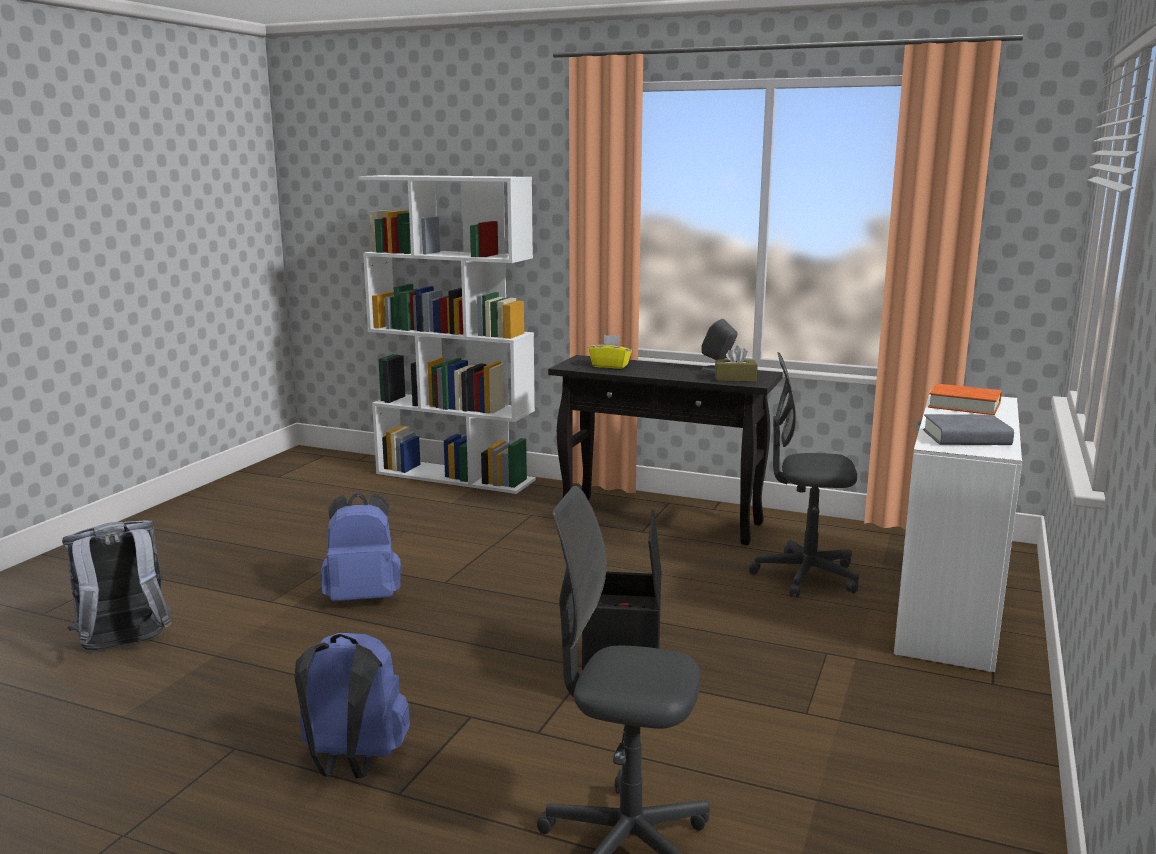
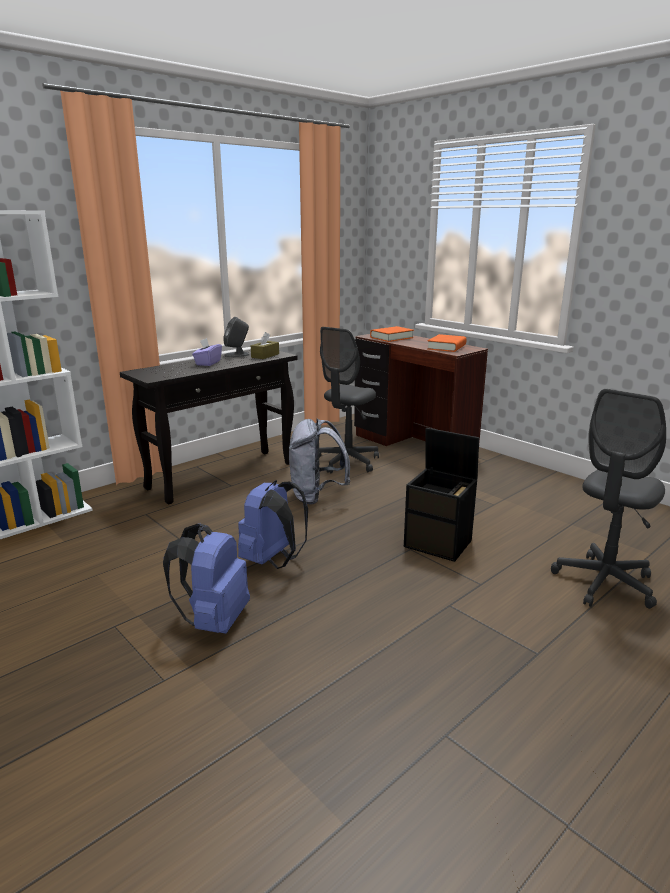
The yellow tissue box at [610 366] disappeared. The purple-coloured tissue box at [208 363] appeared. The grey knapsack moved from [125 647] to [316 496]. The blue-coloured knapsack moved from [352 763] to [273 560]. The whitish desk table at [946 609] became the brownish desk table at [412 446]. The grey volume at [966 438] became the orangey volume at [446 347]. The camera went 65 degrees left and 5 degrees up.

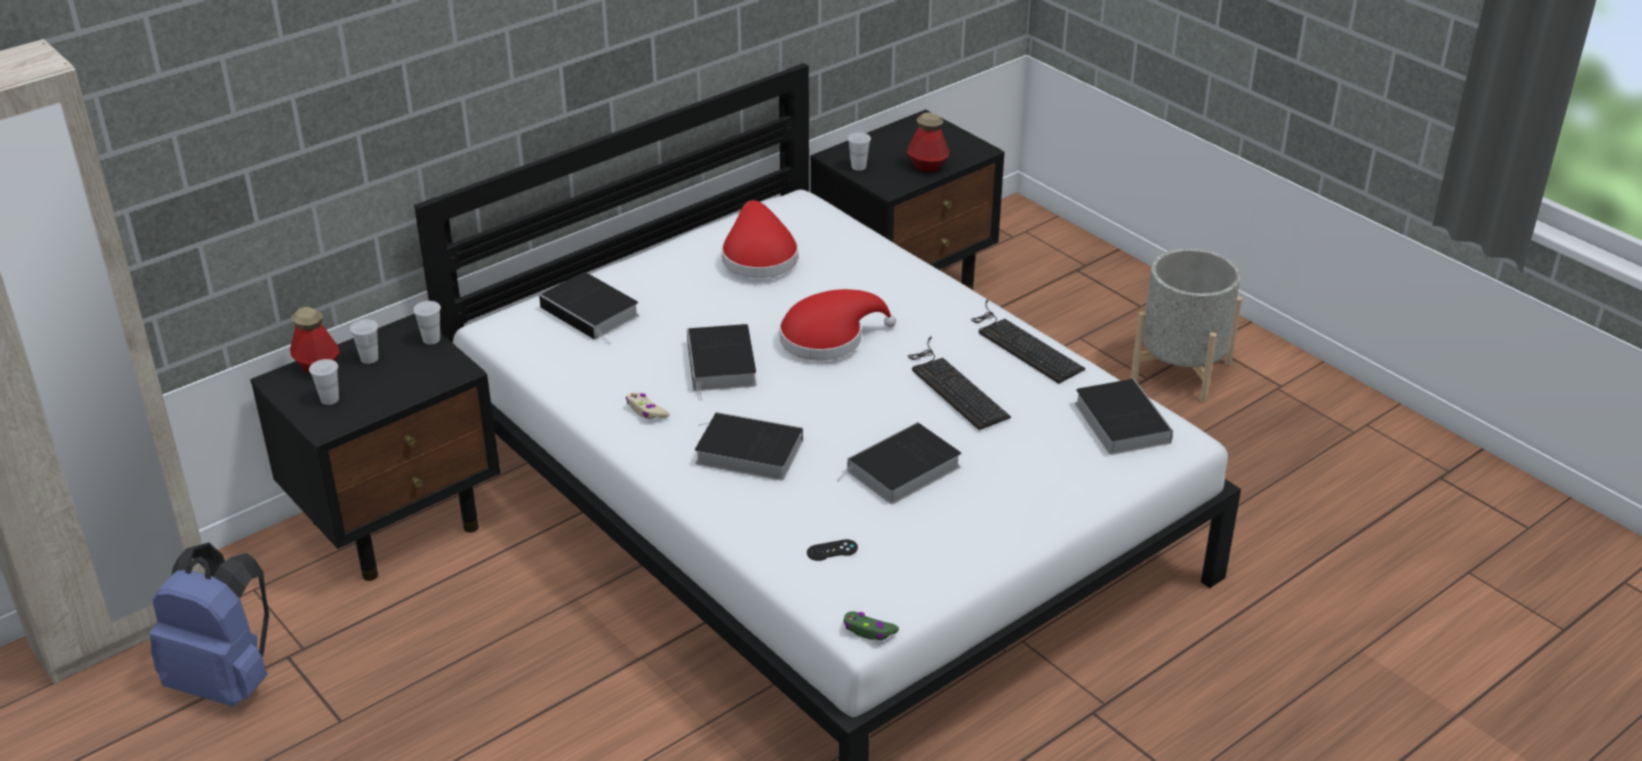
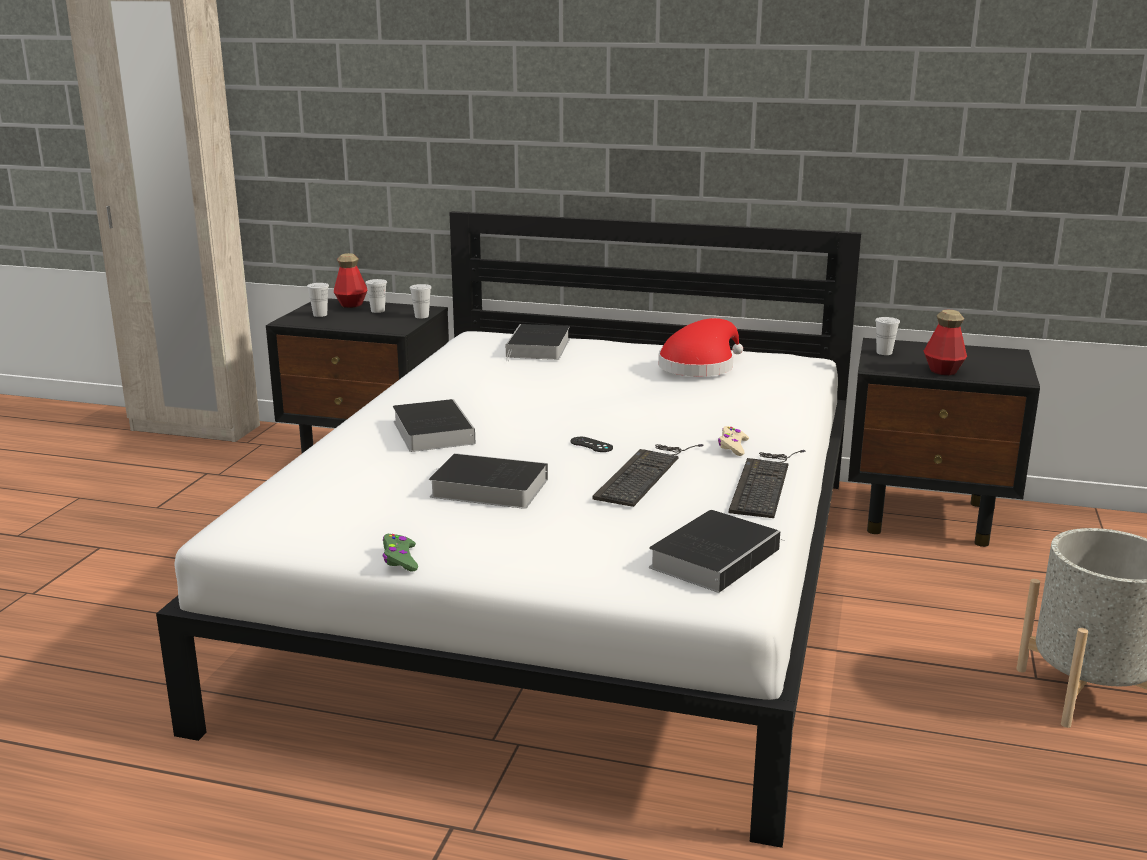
The blue-coloured knapsack at [226 680] disappeared. The volume at [722 365] disappeared. The red-coloured hat at [828 338] disappeared. The sand-coloured game controller moved from [646 411] to [732 447]. The black game controller moved from [832 550] to [591 445]. The green game controller moved from [869 631] to [400 559]. The camera went 55 degrees right and 15 degrees down.

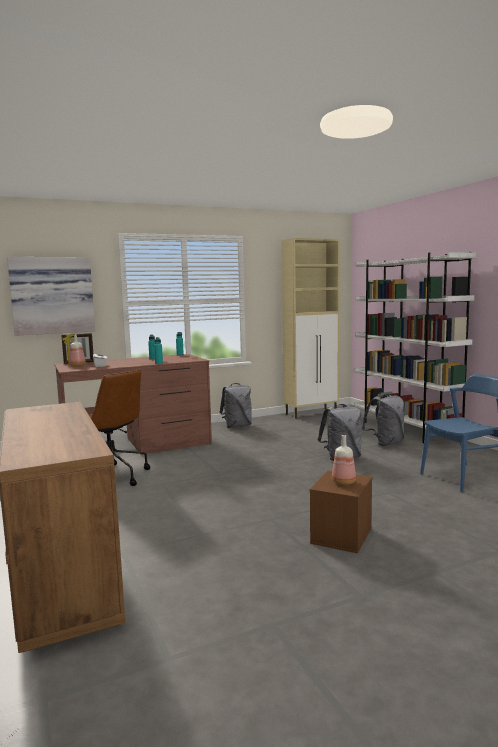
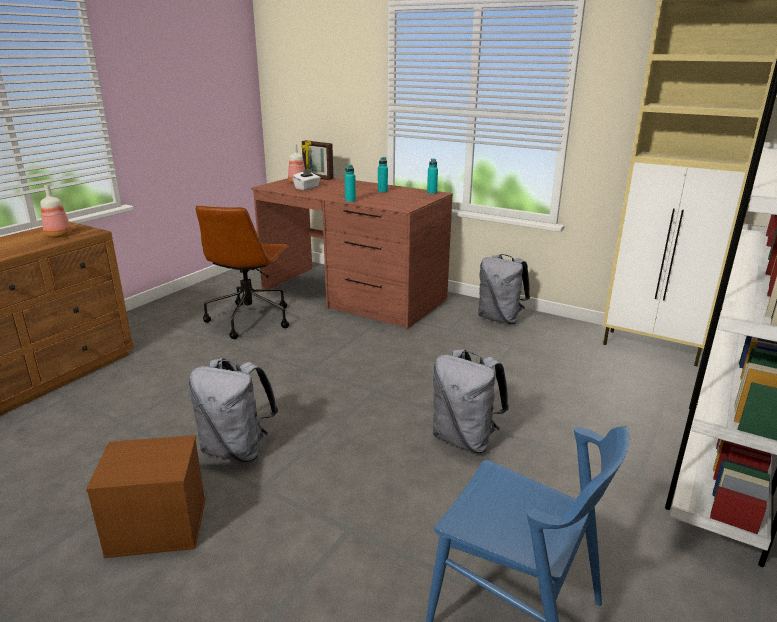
The picture at [52 295] disappeared. The bottle moved from [343 482] to [59 235]. The grey knapsack moved from [385 443] to [237 449]. The camera went 55 degrees right and 15 degrees up.

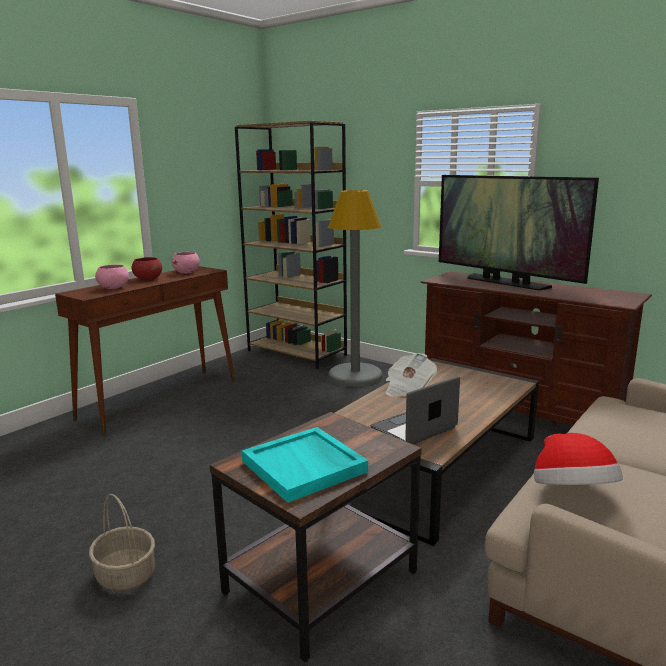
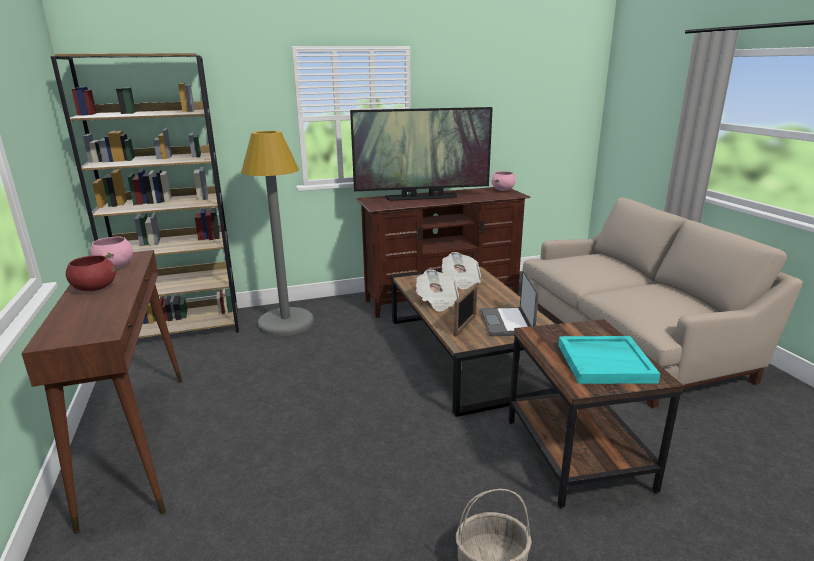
The hat at [572 494] disappeared. The printed paper at [461 281] appeared. The photo frame at [465 325] appeared. The pink-coloured deep dish moved from [113 288] to [503 190]. The camera went 55 degrees left and 5 degrees up.

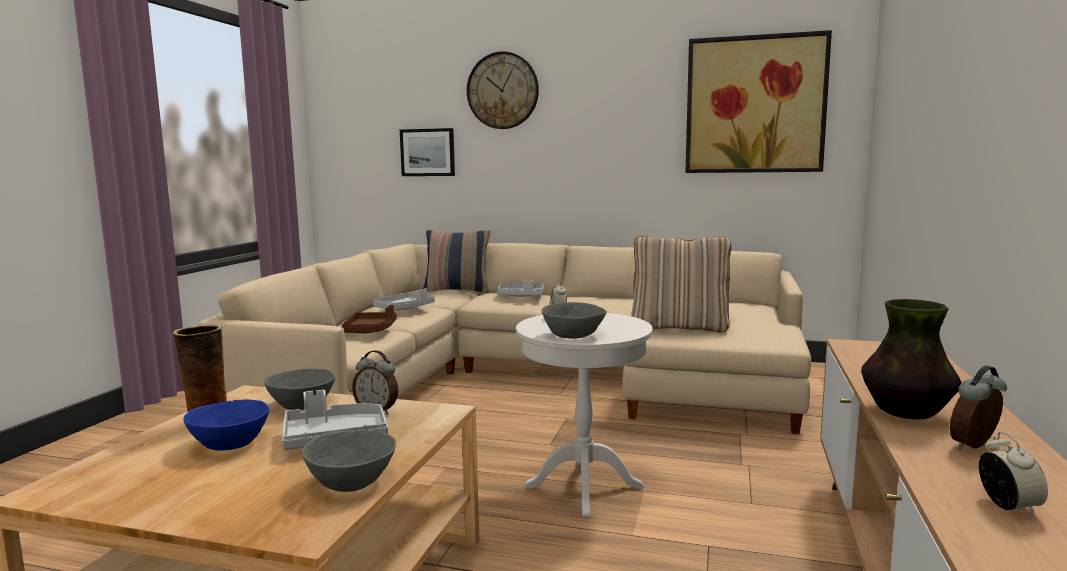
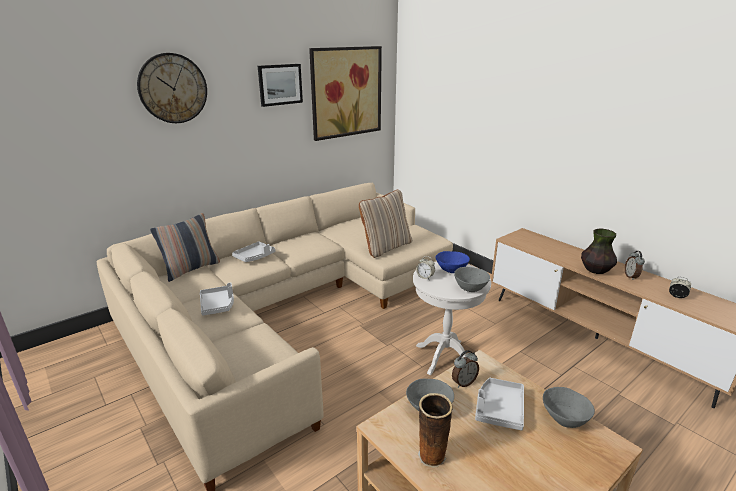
The brownish serving tray at [370 330] disappeared. The blue-coloured deep dish moved from [231 444] to [452 269]. The picture moved from [428 152] to [280 84]. The camera went 55 degrees left and 15 degrees up.

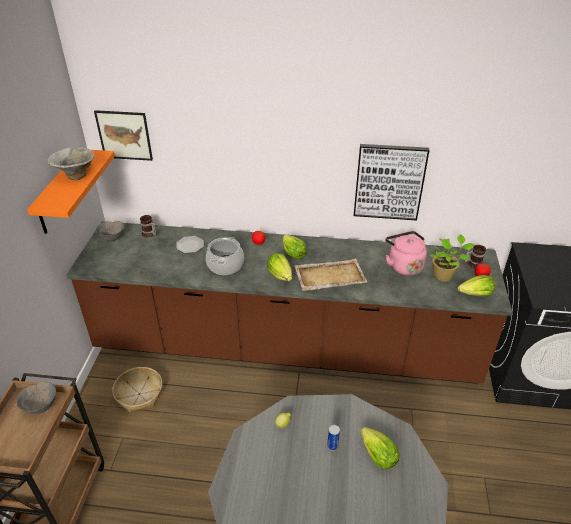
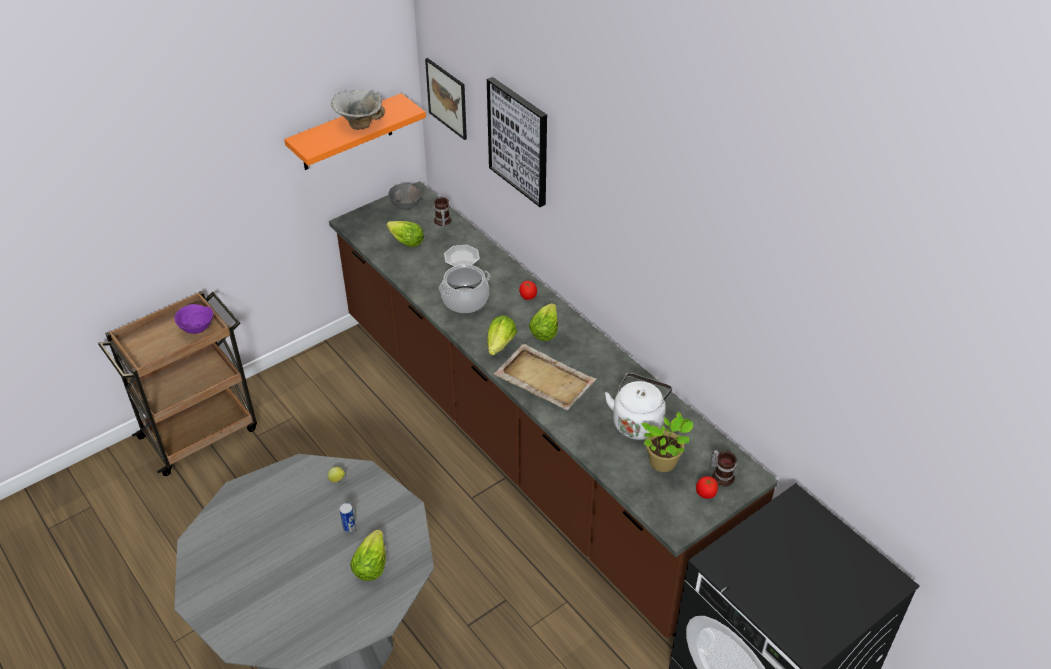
The basket at [139 394] disappeared. The picture moved from [389 182] to [519 141]. The lettuce moved from [475 294] to [405 241]. The grey deep dish at [41 406] became the purple-coloured deep dish at [197 329]. The pink-coloured tea kettle at [403 265] became the whitish tea kettle at [638 422]. The camera went 45 degrees right and 5 degrees up.

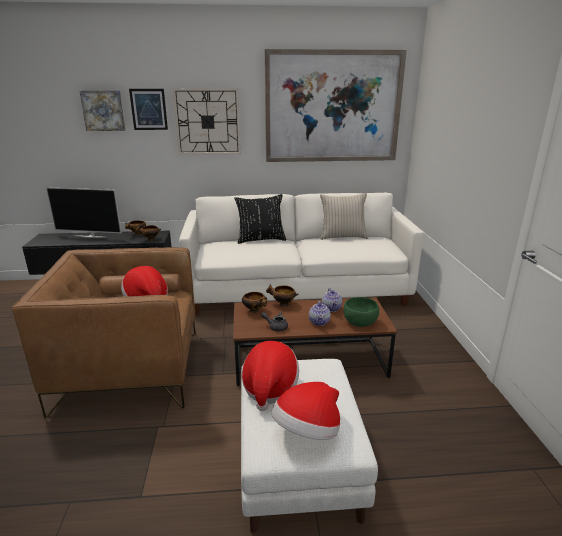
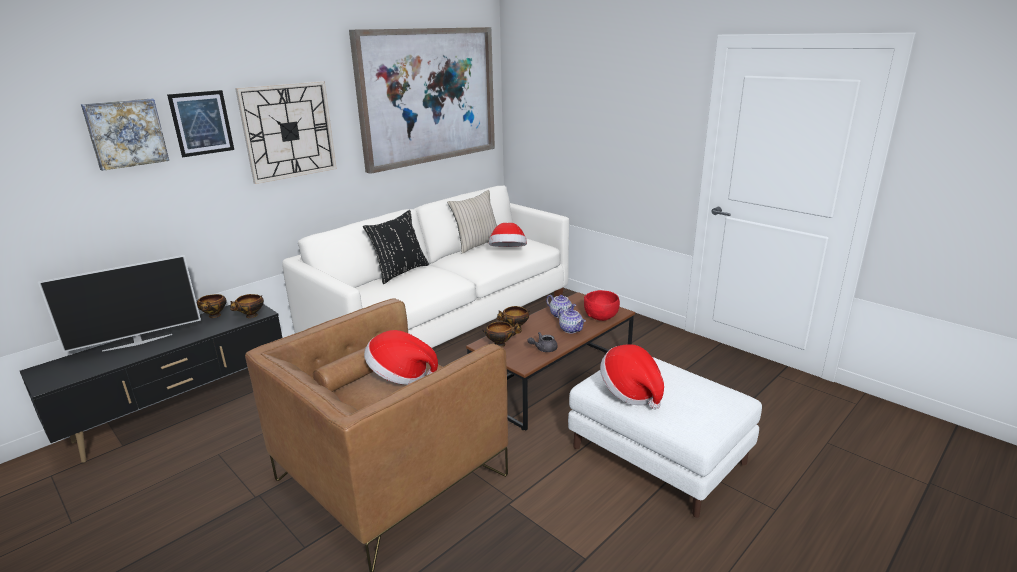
The hat moved from [307 431] to [508 252]. The green deep dish at [360 322] became the red-coloured deep dish at [601 316]. The camera went 40 degrees left and 0 degrees up.

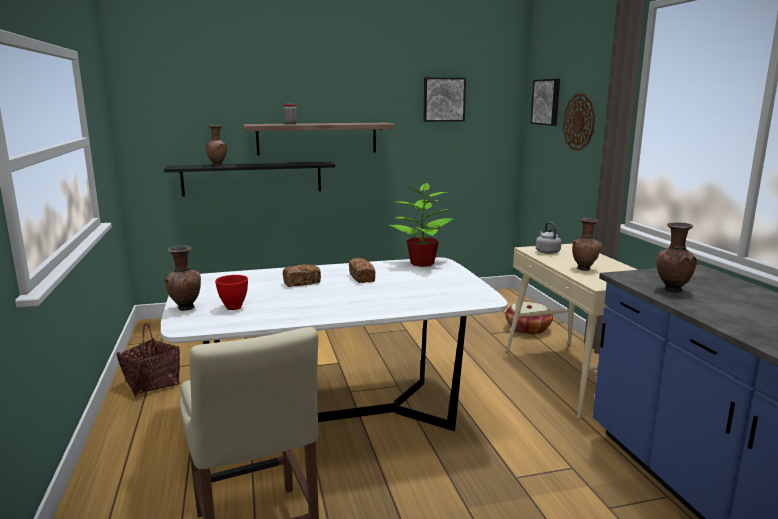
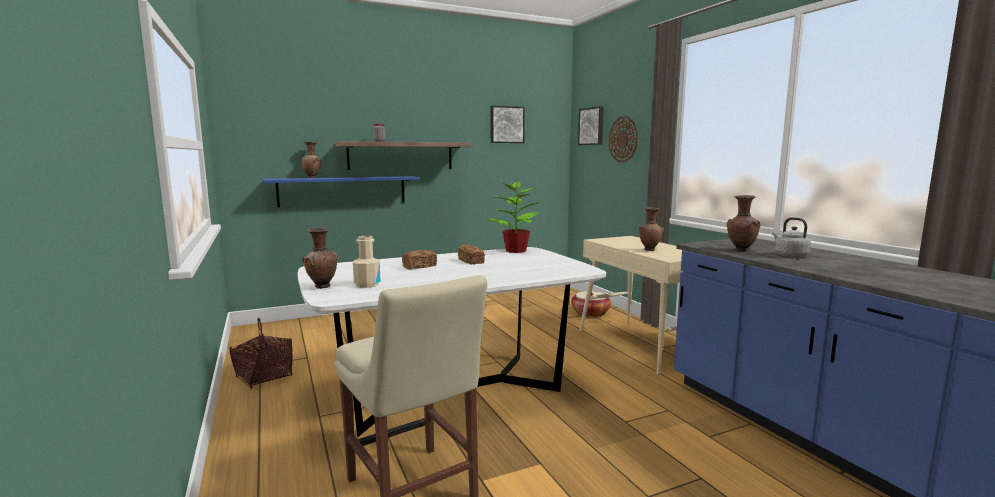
The grey tea kettle moved from [547 252] to [789 255]. The red-coloured deep dish at [233 307] was replaced by the sand-coloured bottle at [367 284]. The black shelf at [252 178] became the blue-coloured shelf at [343 191]. The camera went 10 degrees left and 5 degrees down.

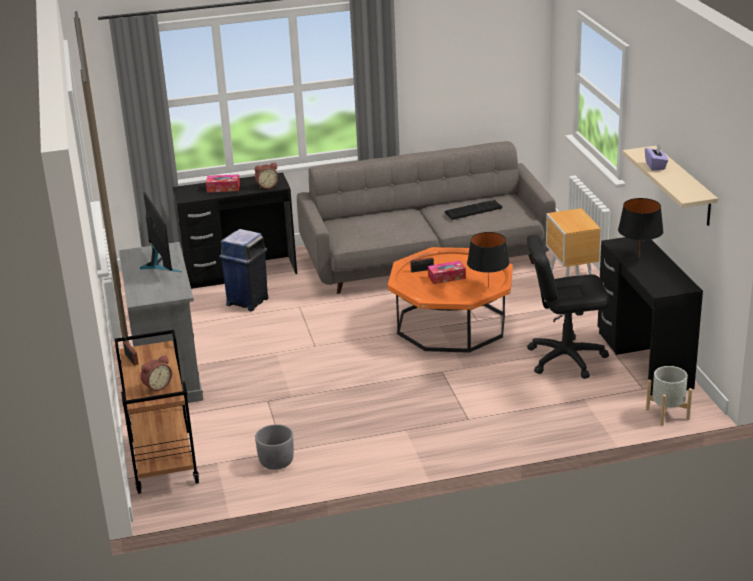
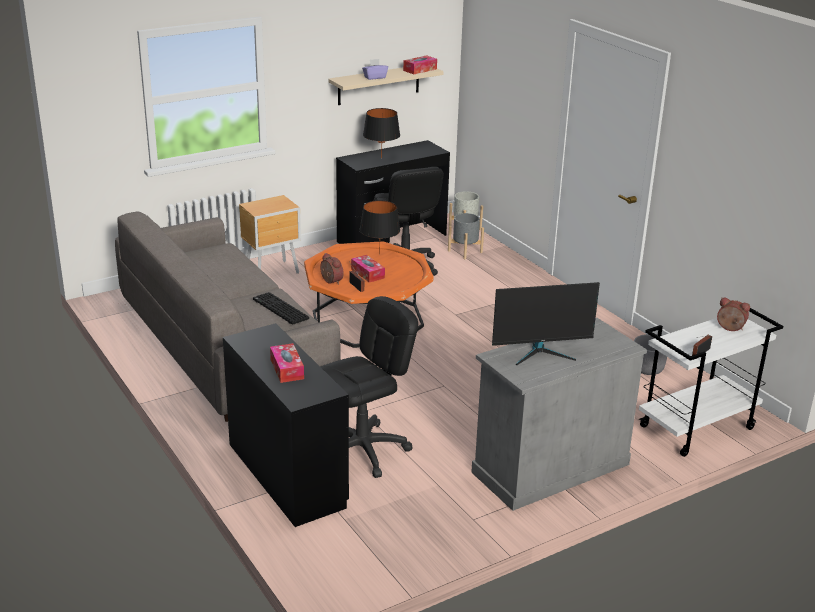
The tissue box at [420 70] appeared. The grey plant pot at [465 251] appeared. The table clock moved from [267 186] to [330 281]. The keyboard moved from [473 210] to [279 309]. The blue-coloured trash can at [248 301] was replaced by the black computer chair at [363 450]. The brownish trolley at [163 461] became the whitish trolley at [696 428]. The computer screen at [159 264] turned 150 degrees counterclockwise. The camera went 110 degrees left and 0 degrees up.

